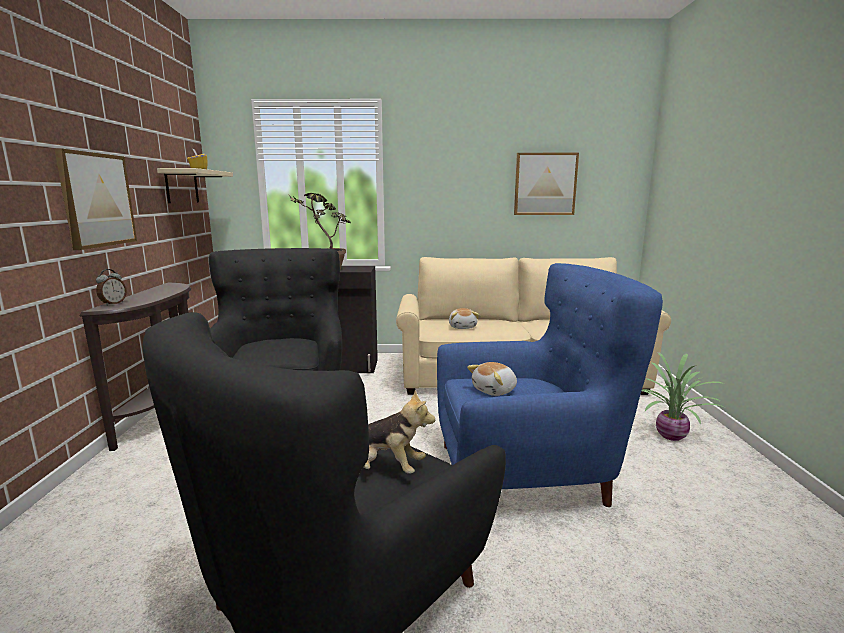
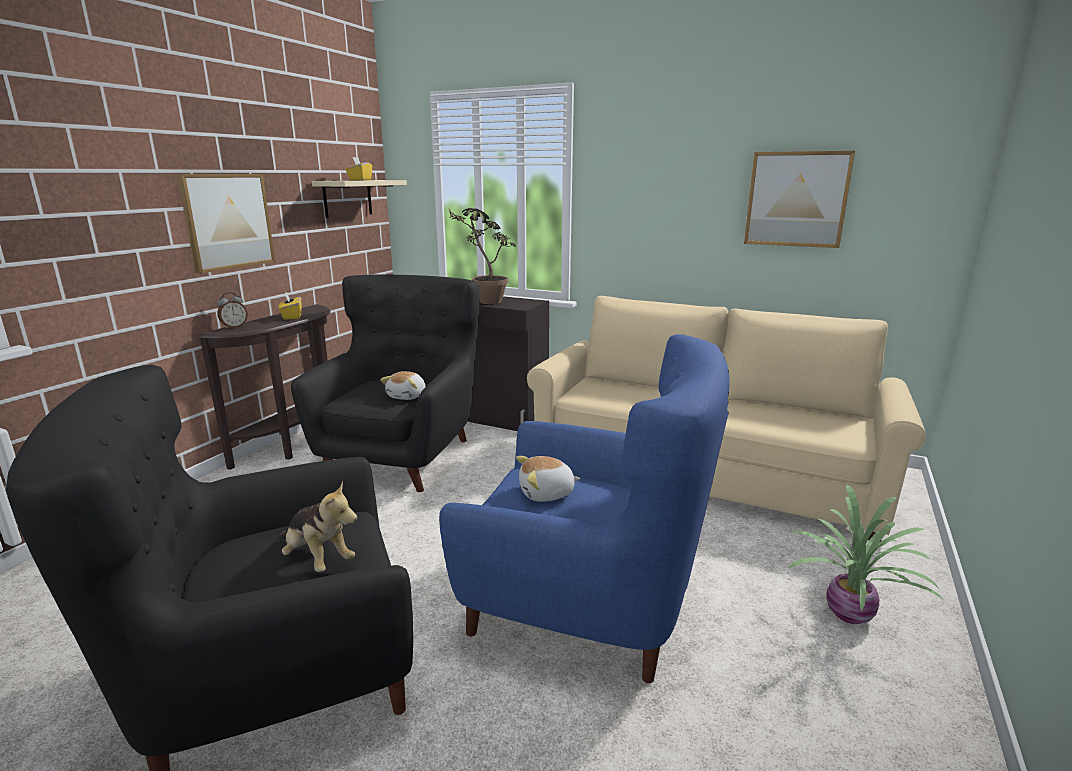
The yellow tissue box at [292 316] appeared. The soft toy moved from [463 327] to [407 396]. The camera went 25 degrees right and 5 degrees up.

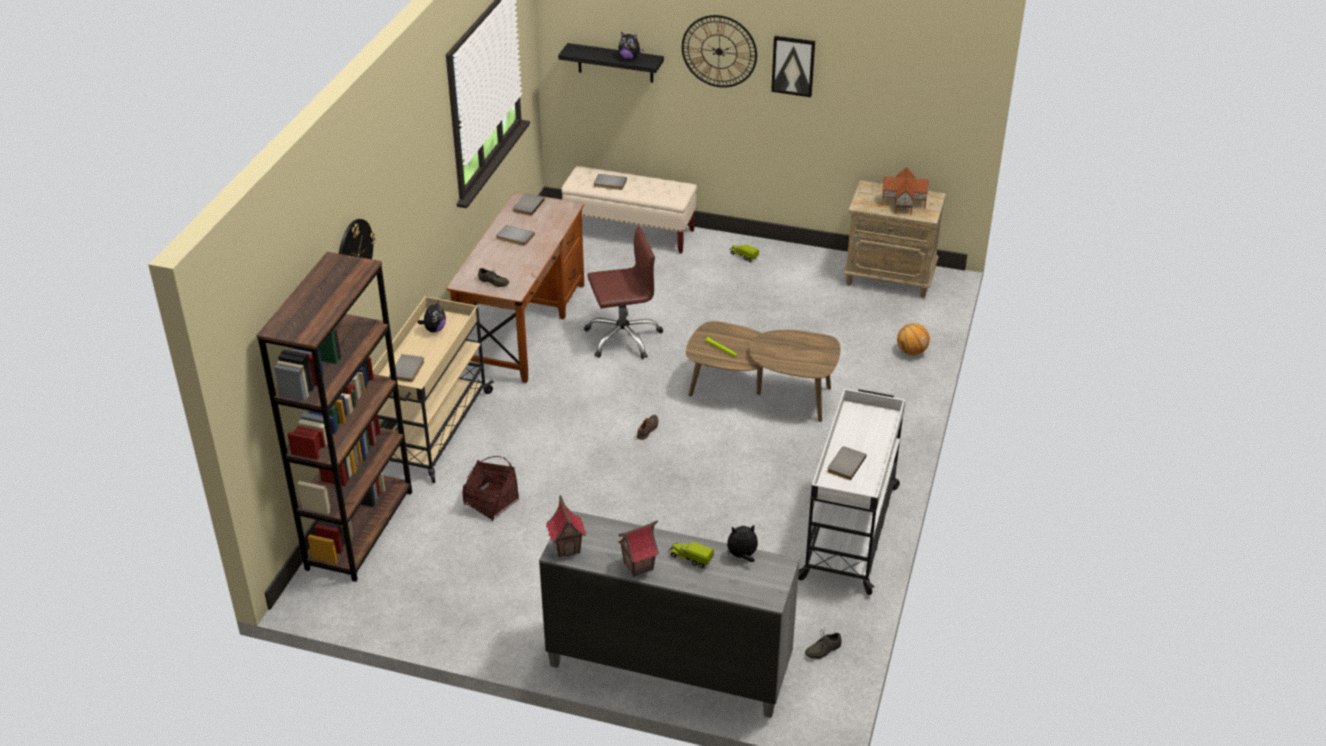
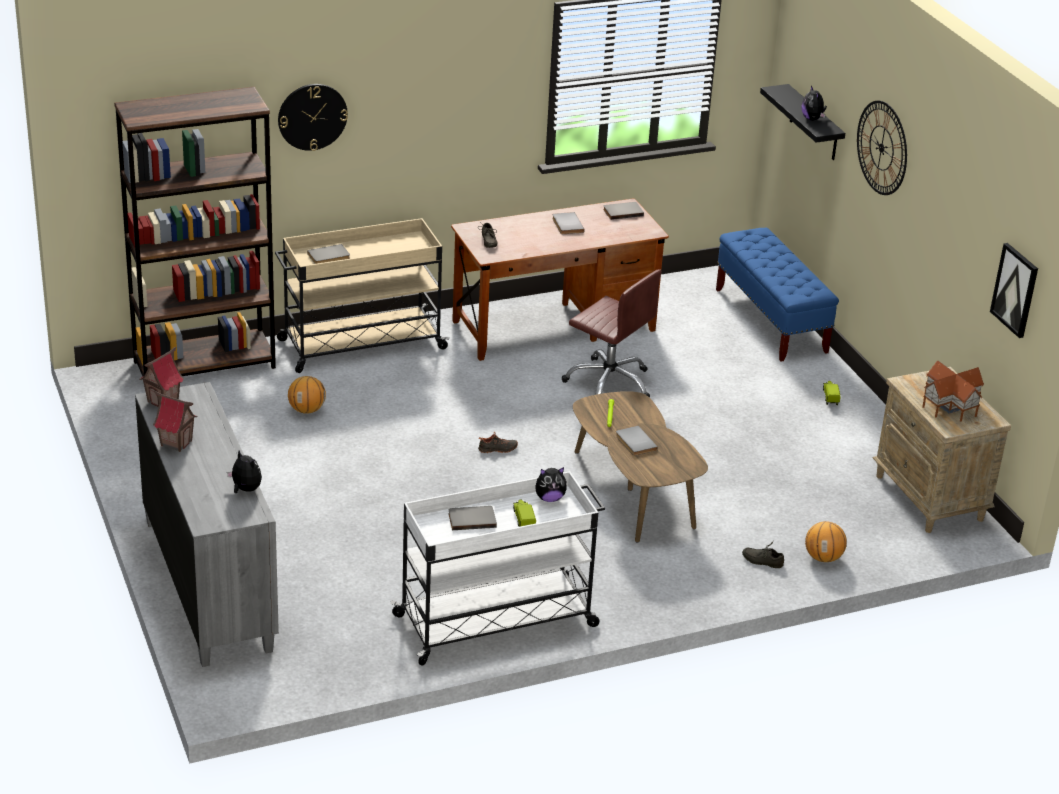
The soft toy moved from [434 329] to [549 498]. The grey volume moved from [610 183] to [634 443]. The model truck moved from [690 558] to [523 520]. The picture moved from [793 65] to [1015 290]. The grey shoe moved from [822 649] to [762 560]. The basket at [491 502] was replaced by the basketball at [307 410]. The sand-coloured bench at [630 232] became the blue-coloured bench at [771 321]. The camera went 50 degrees right and 5 degrees down.

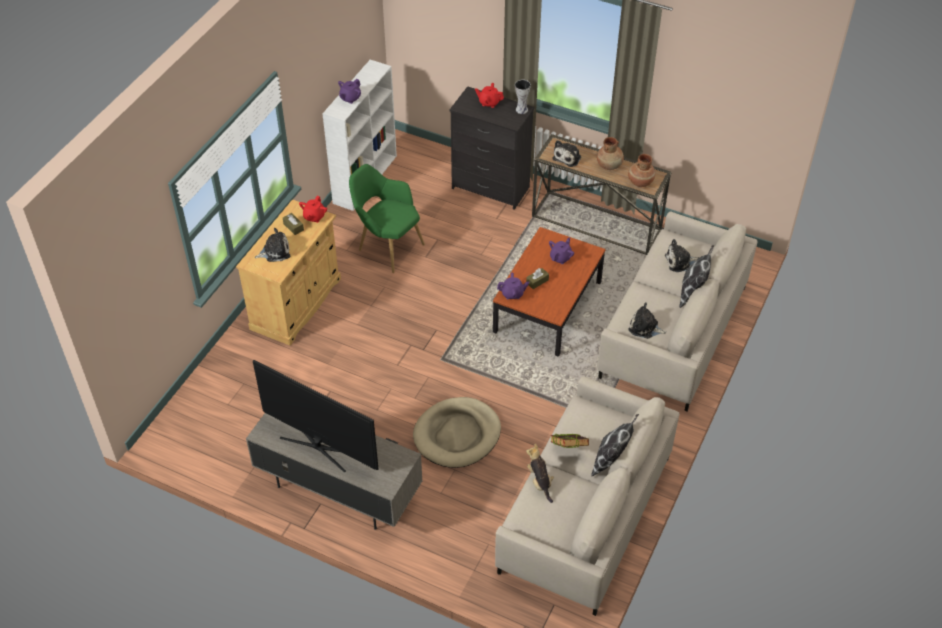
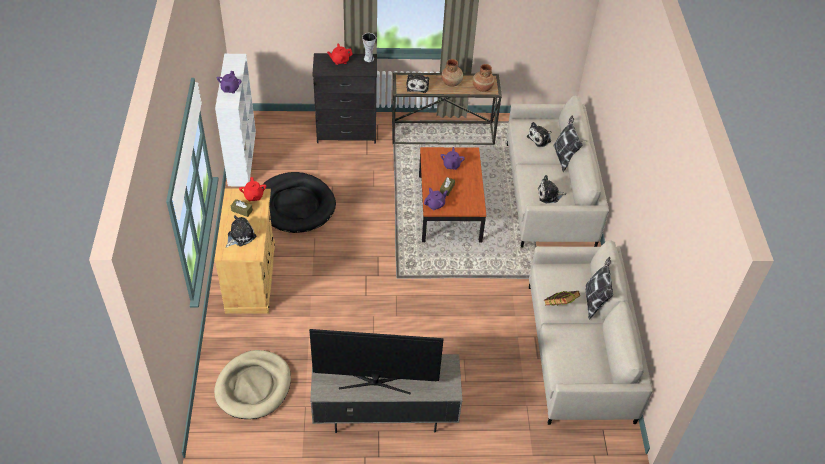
The soft toy at [540 481] disappeared. The sand-coloured pet bed moved from [457 435] to [253 386]. The green easy chair at [387 246] was replaced by the black pet bed at [295 205]. The camera went 30 degrees left and 0 degrees up.

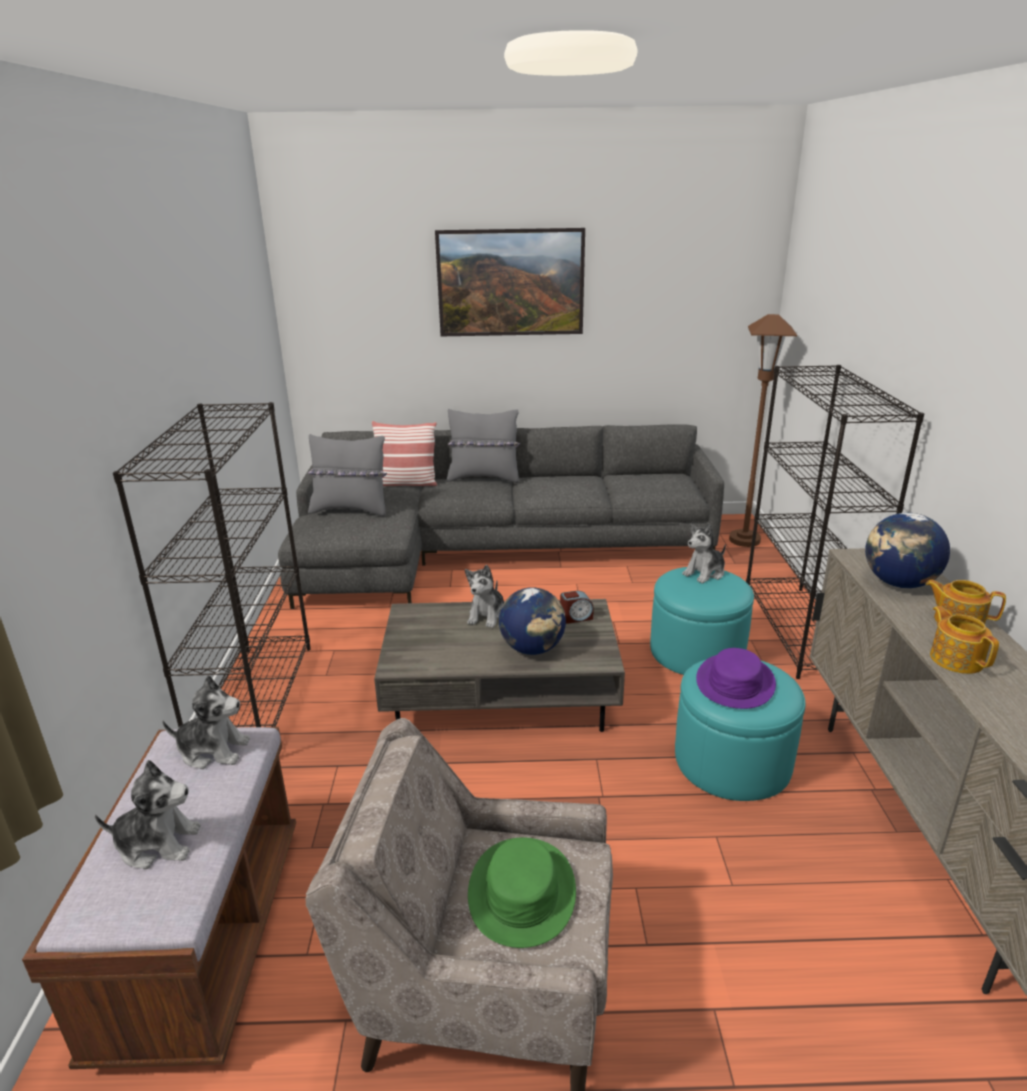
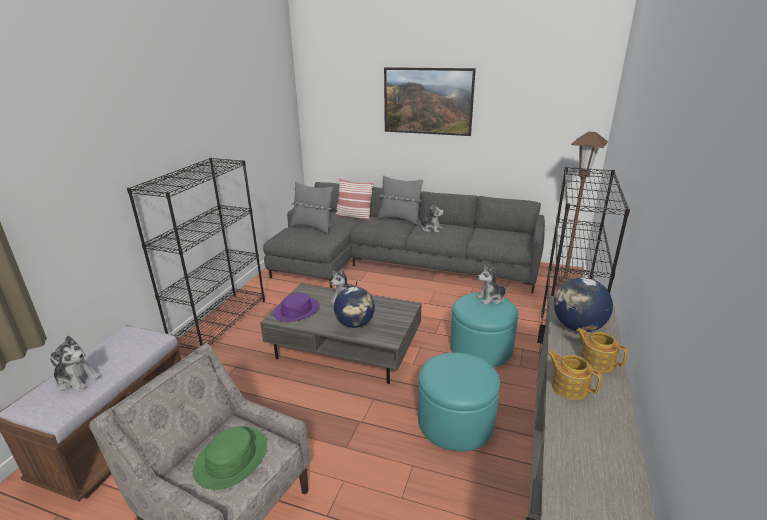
The table clock at [576 617] disappeared. The soft toy moved from [213 750] to [431 229]. The purple-coloured hat moved from [735 682] to [296 310]. The pot for tea at [955 659] turned 45 degrees counterclockwise. The camera went 20 degrees right and 0 degrees up.

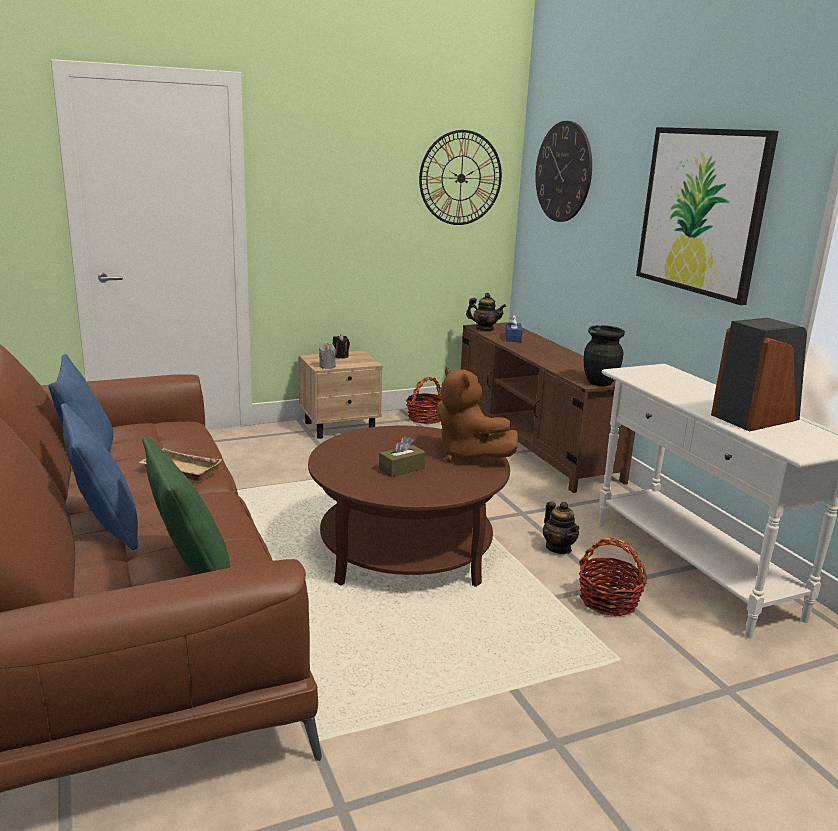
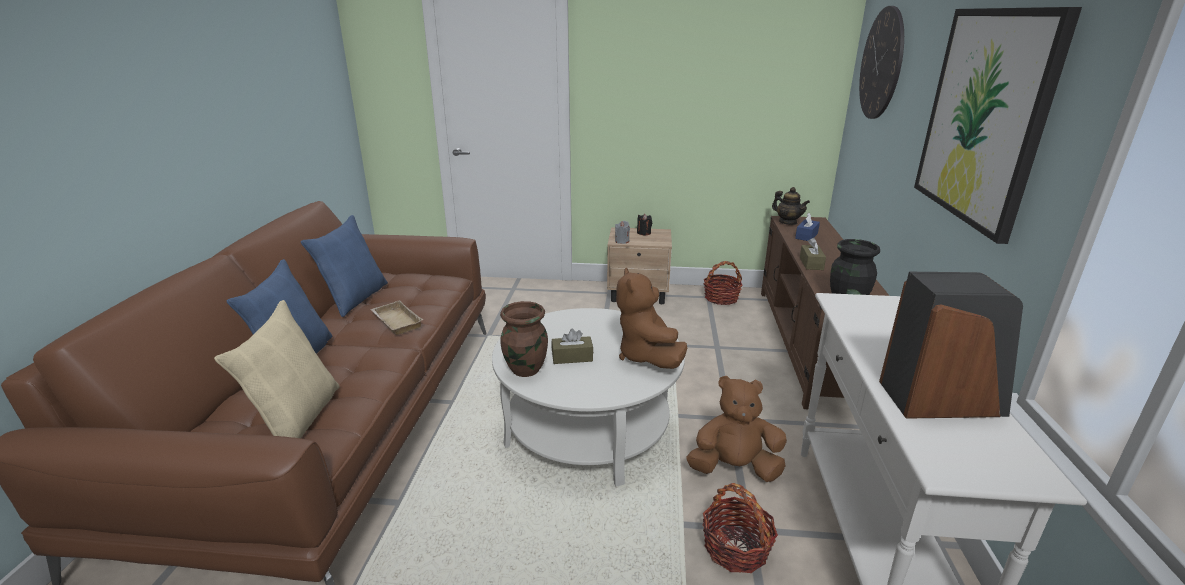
The wall clock at [461 178] disappeared. The brownish decorative vase at [525 370] appeared. The brownish tissue box at [811 263] appeared. The pot for tea at [558 548] was replaced by the brownish soft toy at [734 468]. The green throw pillow at [191 571] became the sand-coloured throw pillow at [297 418]. The brownish low table at [405 549] became the whitish low table at [588 428]. The camera went 30 degrees right and 5 degrees up.

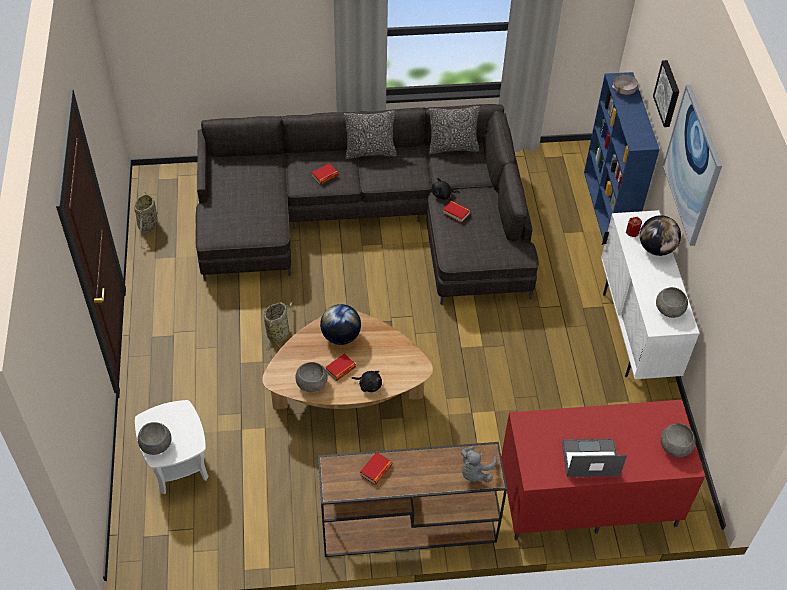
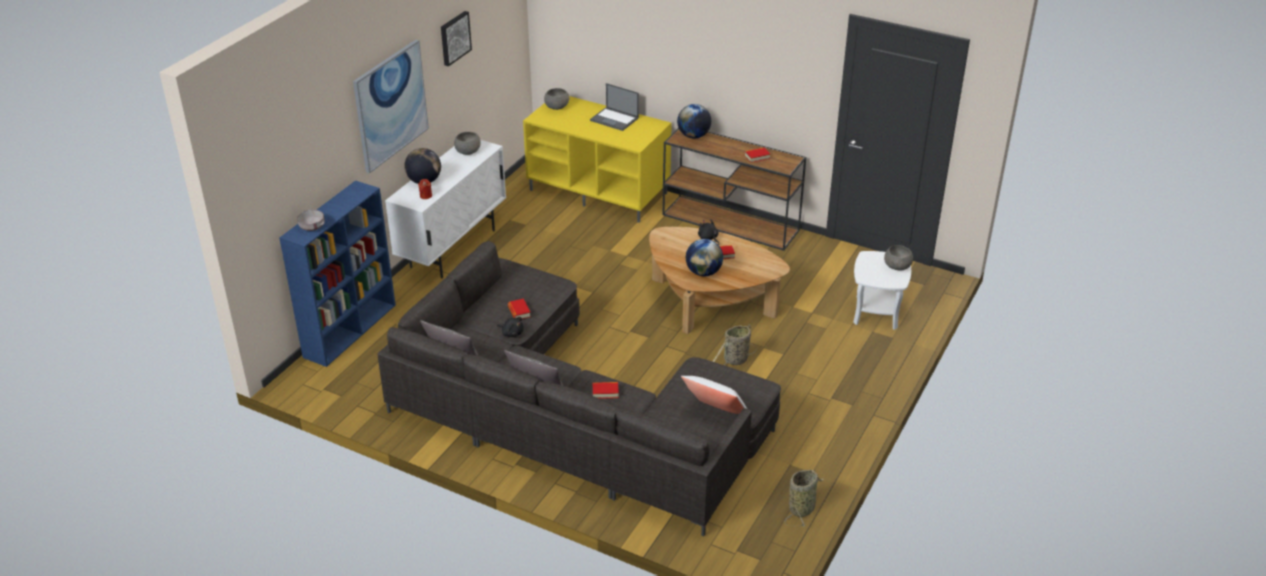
The grey deep dish at [312 383] disappeared. The whitish throw pillow at [715 413] appeared. The picture moved from [668 93] to [454 38]. The grey soft toy at [475 472] was replaced by the world globe at [693 136]. The red-coloured media console at [587 499] became the yellow media console at [599 191]. The camera went 145 degrees left and 15 degrees down.

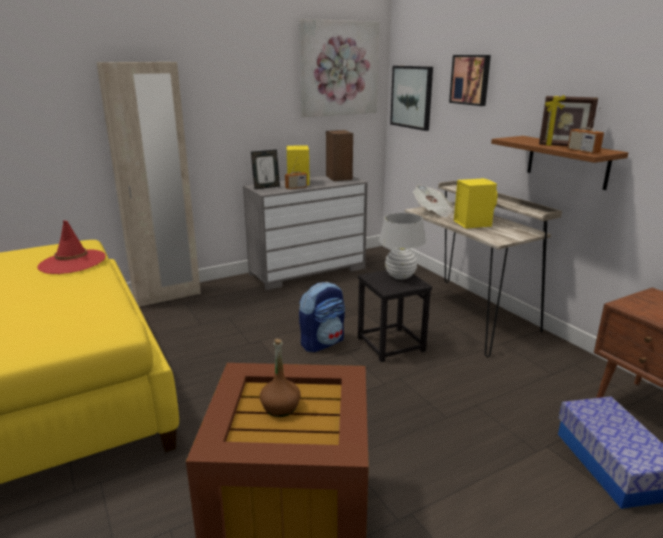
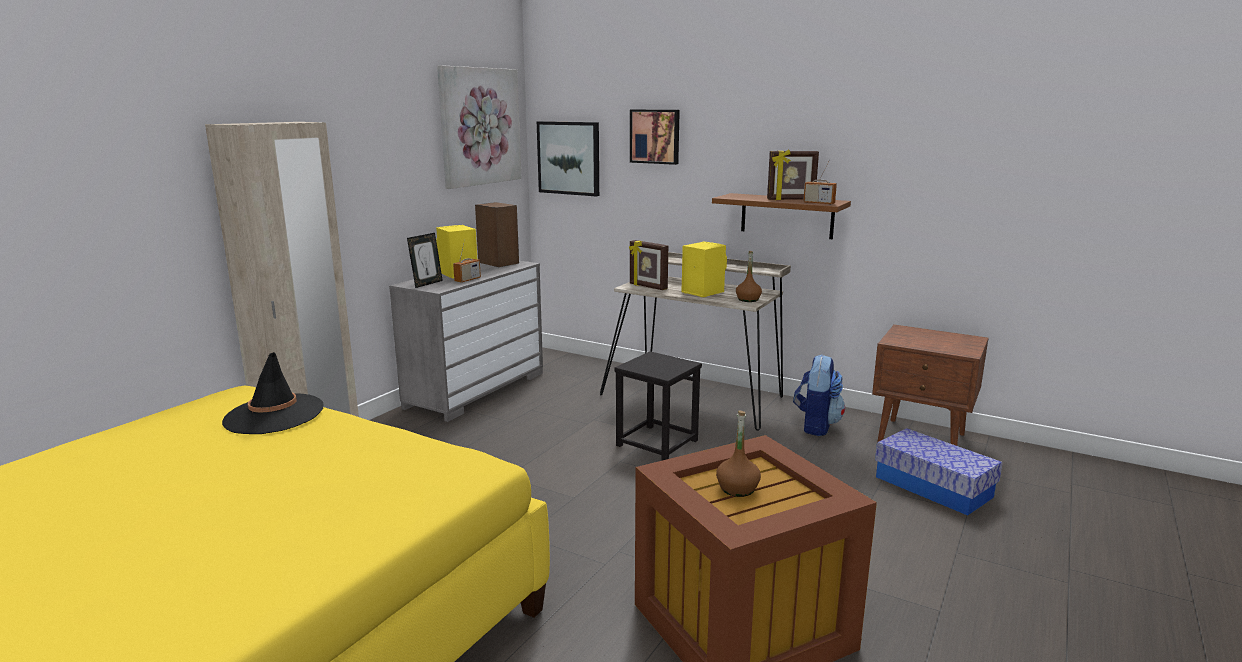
The whitish tabletop lamp at [400 276] disappeared. The brownish bottle at [748 299] appeared. The knapsack moved from [322 342] to [816 425]. The printed paper at [433 212] was replaced by the photo frame at [647 287]. The red-coloured hat at [72 262] became the black hat at [274 415]. The camera went 30 degrees left and 5 degrees down.

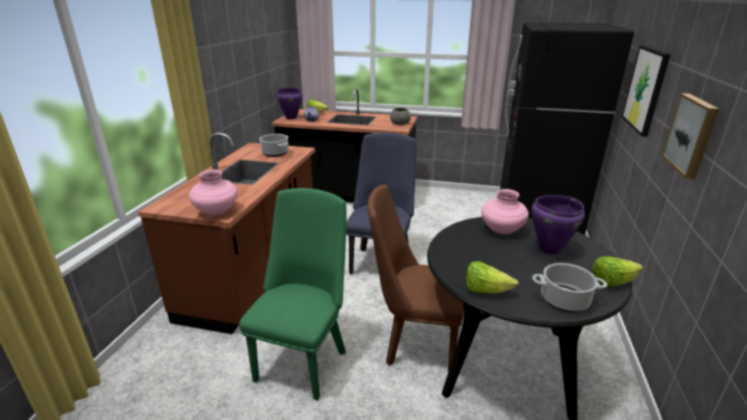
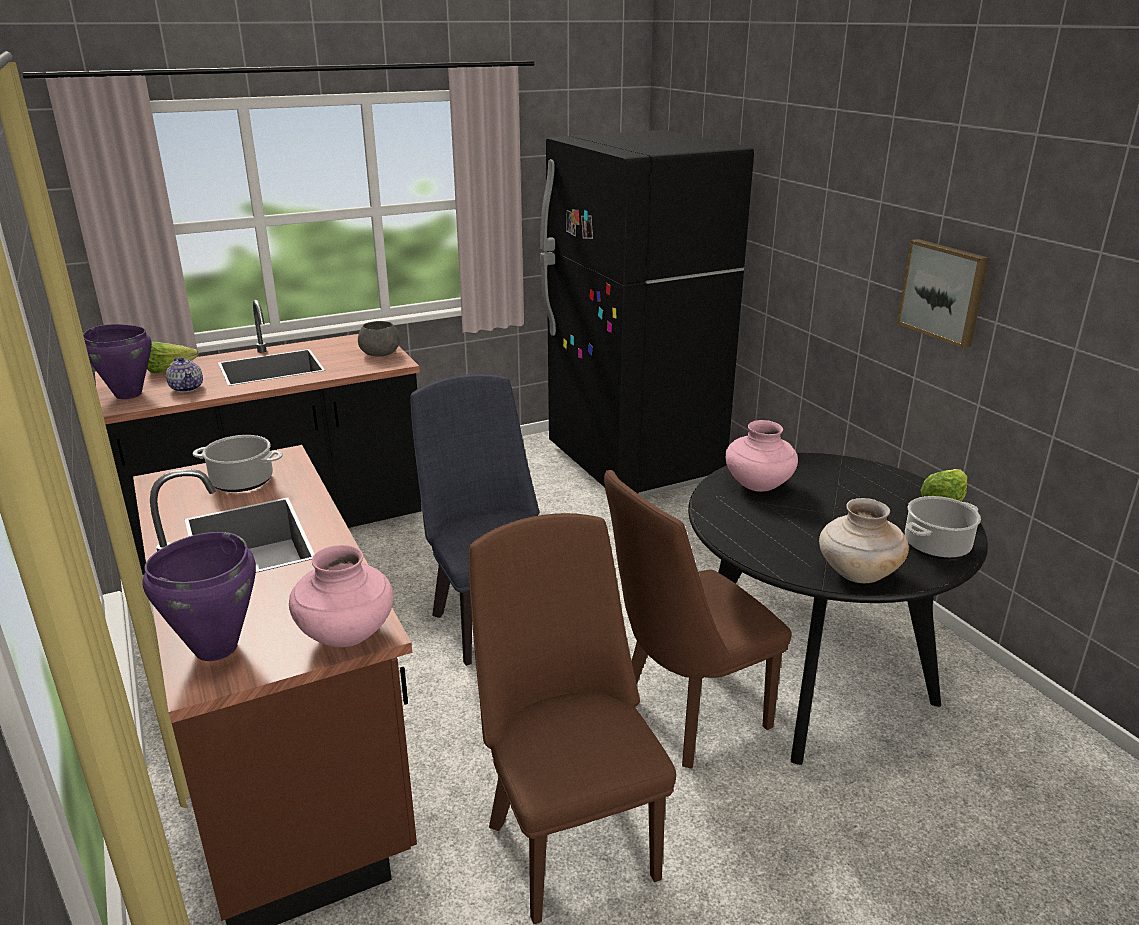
The picture at [645 89] disappeared. The purple-coloured cooking pot moved from [549 249] to [215 649]. The lettuce at [485 290] was replaced by the sand-coloured decorative vase at [857 574]. The green plain chair at [304 359] became the brownish plain chair at [567 838]. The camera went 40 degrees left and 0 degrees up.

